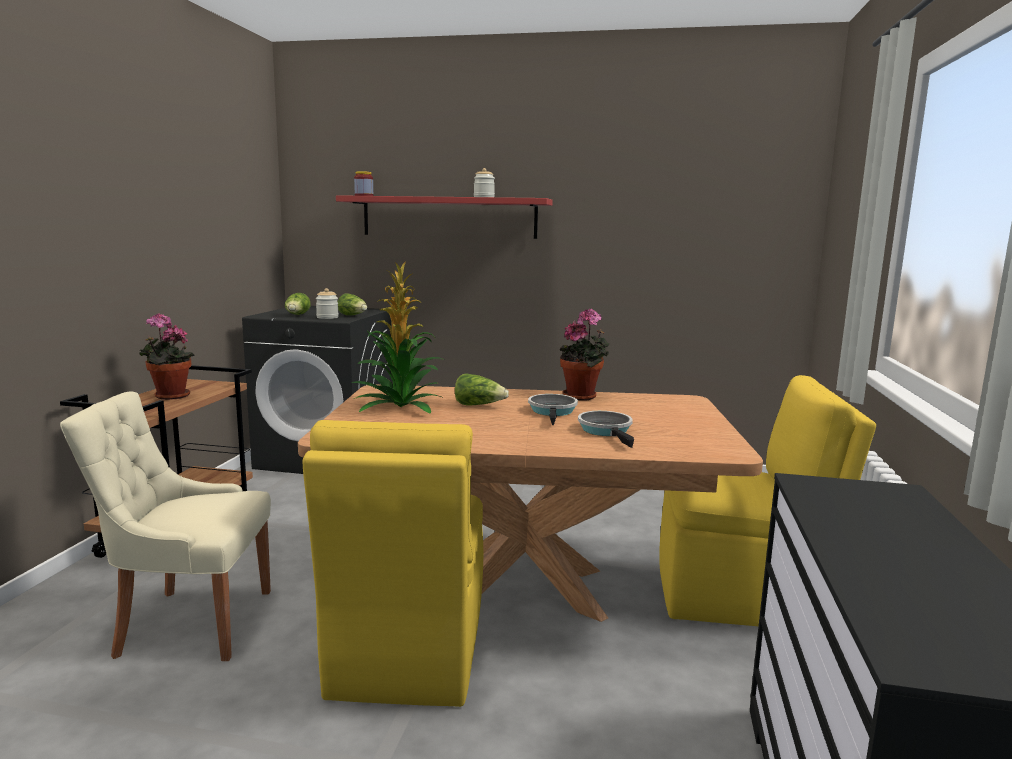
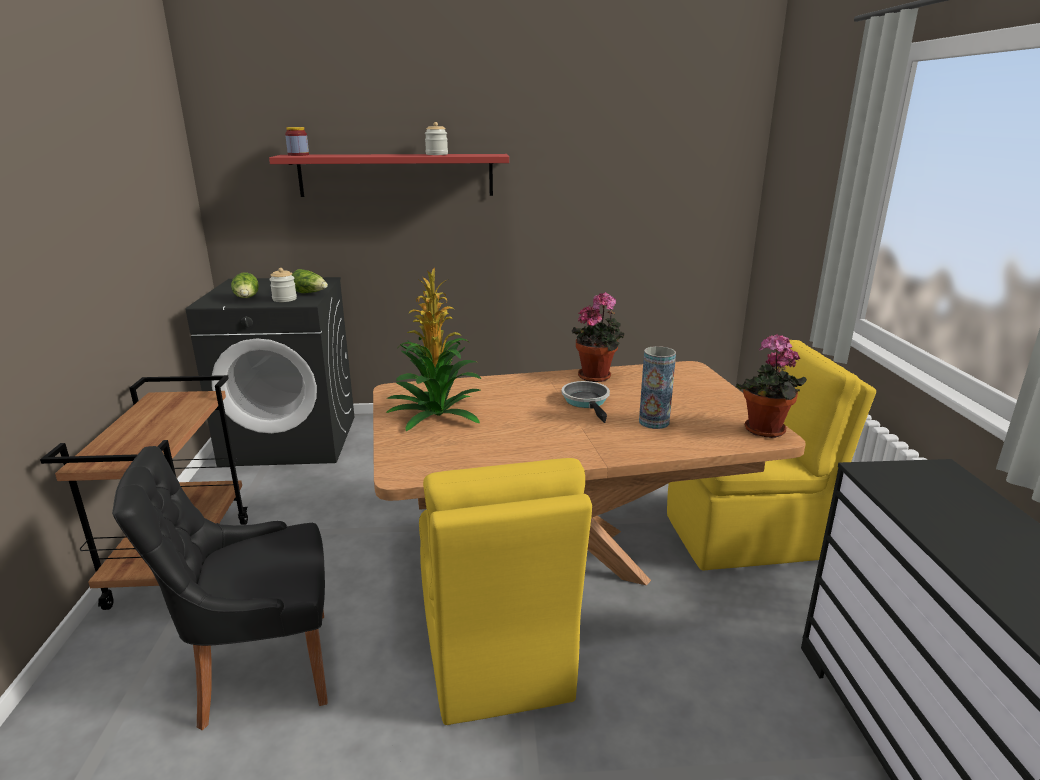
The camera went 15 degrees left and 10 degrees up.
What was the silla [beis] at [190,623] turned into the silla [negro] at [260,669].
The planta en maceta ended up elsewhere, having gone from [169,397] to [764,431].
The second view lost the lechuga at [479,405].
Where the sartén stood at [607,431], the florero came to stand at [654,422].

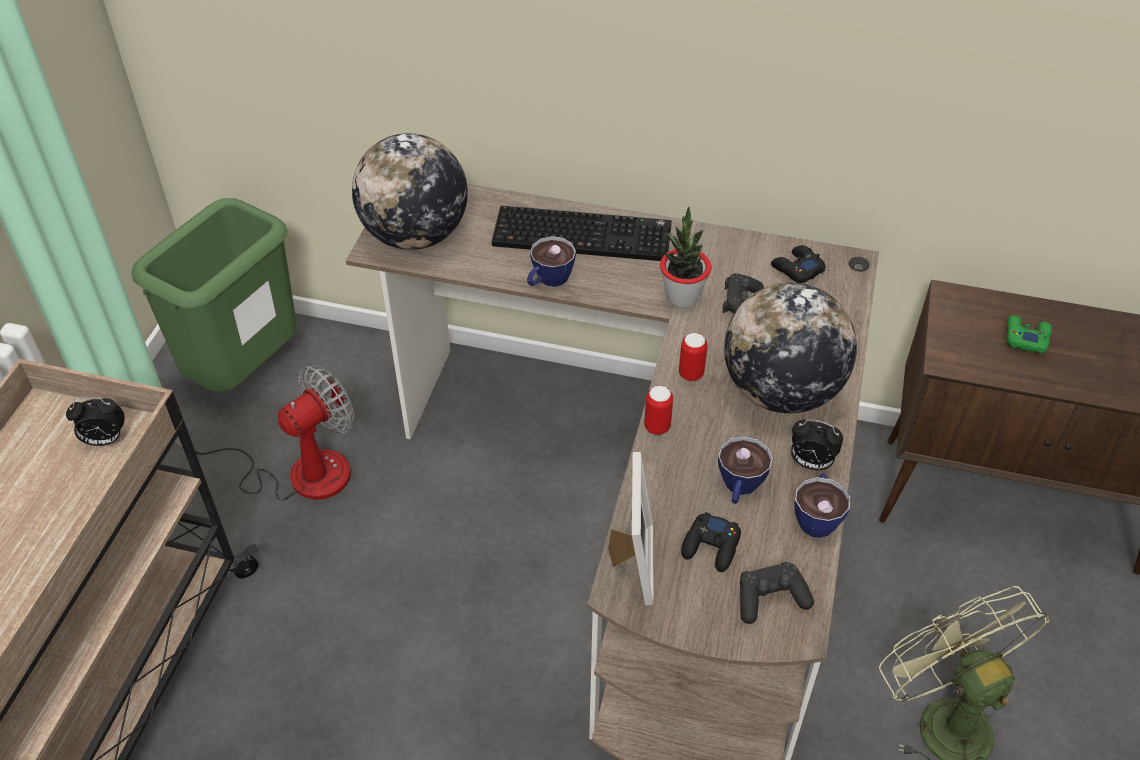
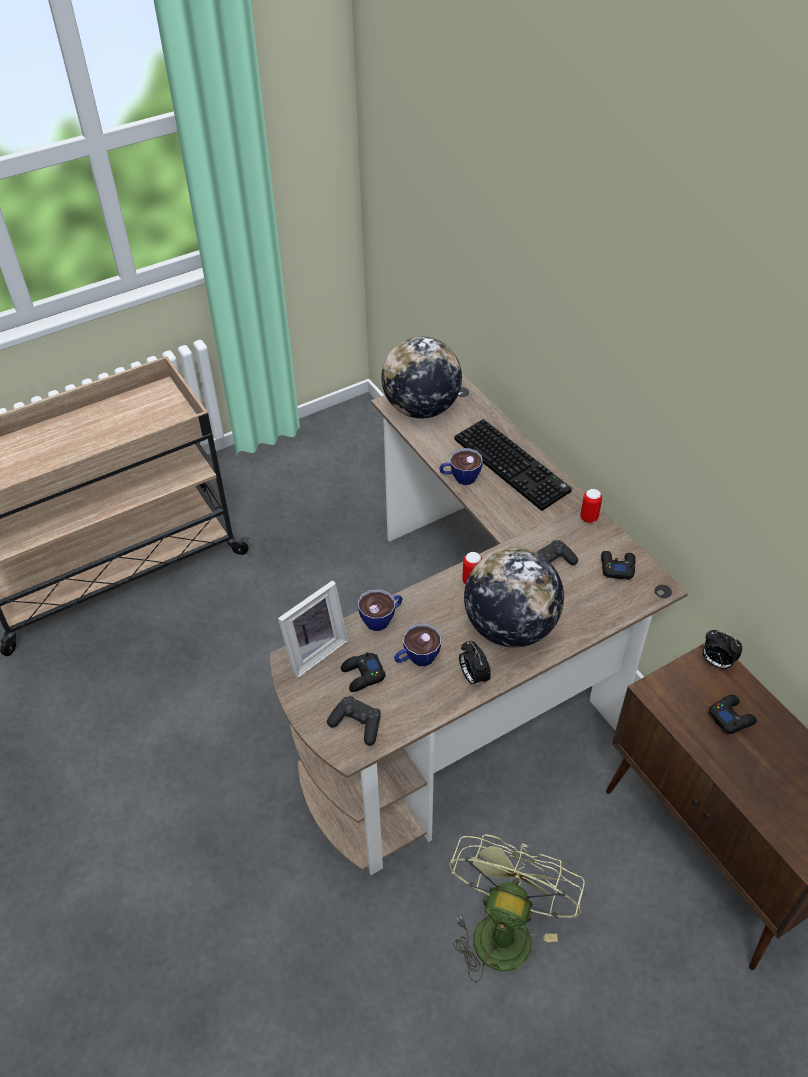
The camera went 45 degrees right and 0 degrees up.
The despertador ended up elsewhere, having gone from [105,440] to [716,662].
The second view lost the papelera [verde] at [246,372].
The second view lost the ventilador at [298,473].
The lata ended up elsewhere, having gone from [657,427] to [589,518].
The second view lost the planta en maceta at [682,297].
The taza ended up elsewhere, having gone from [816,516] to [382,618].
What was the mando de consola [verde] at [1025,338] turned into the mando de consola [negro] at [731,717].

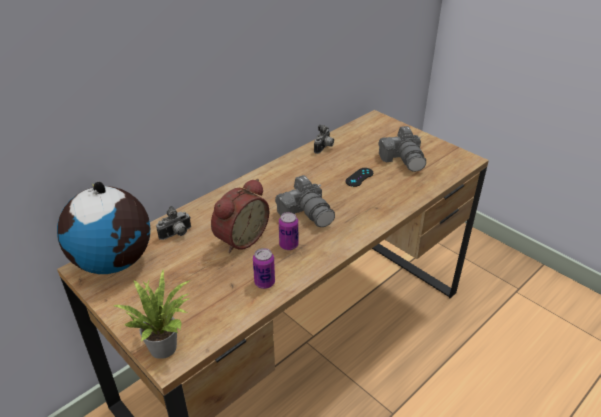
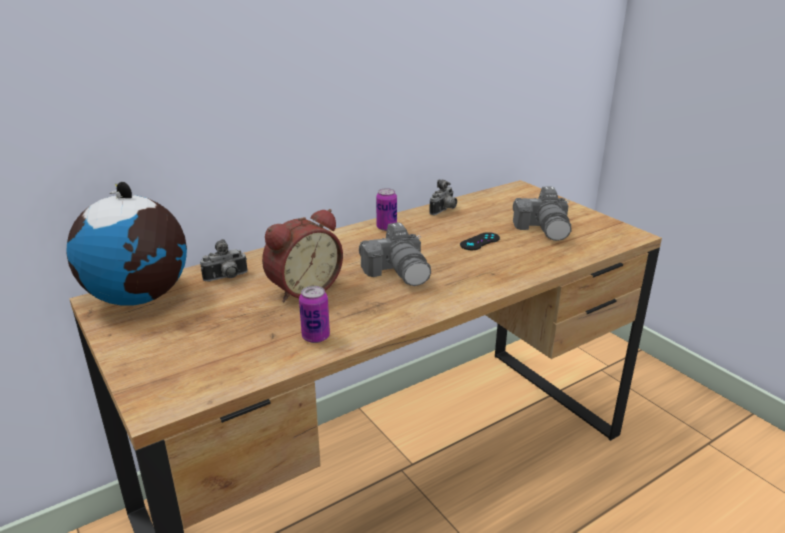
The camera went 10 degrees right and 10 degrees down.
The second view lost the planta en maceta at [165,345].
The lata ended up elsewhere, having gone from [288,245] to [386,227].

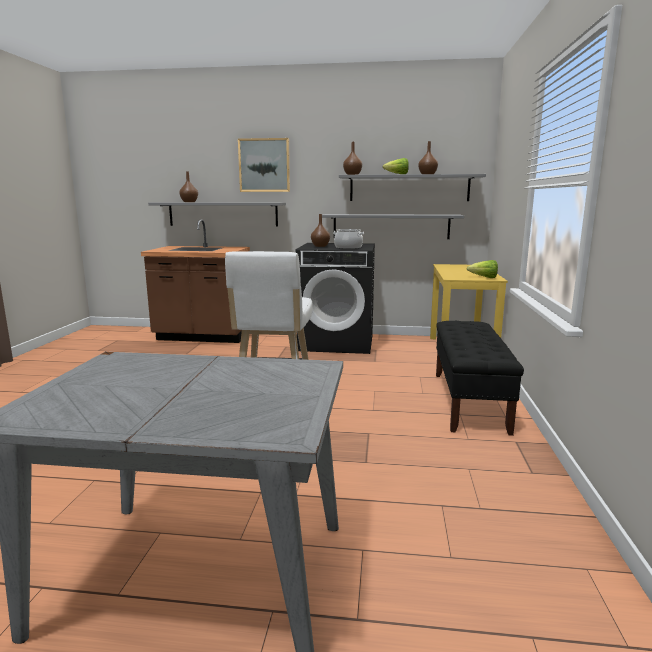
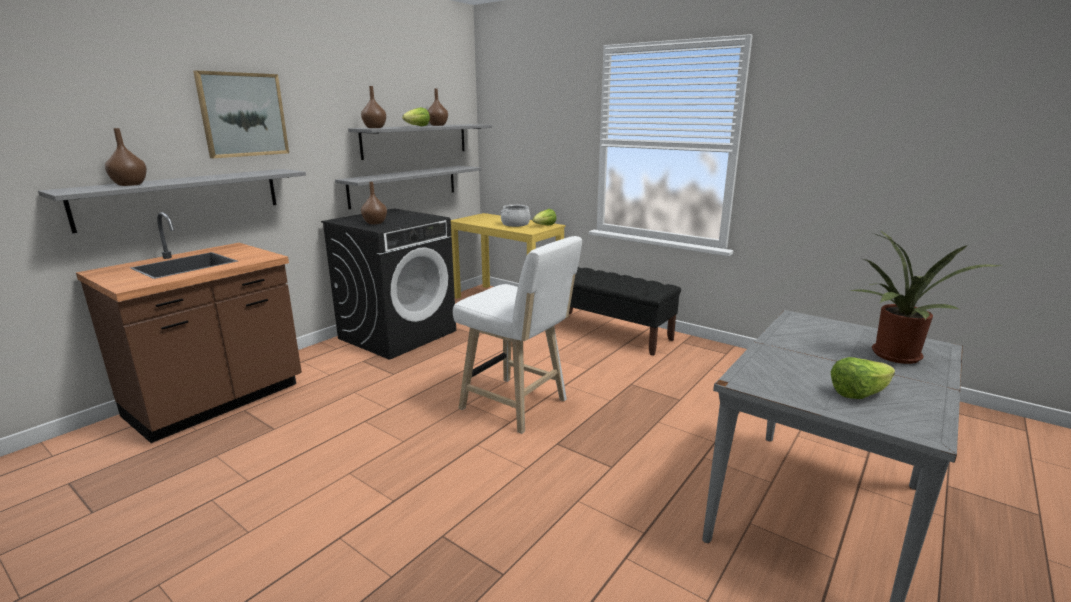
The camera went 60 degrees left and 5 degrees up.
The olla ended up elsewhere, having gone from [348,247] to [515,224].
The second view gained the lechuga at [858,393].
The second view gained the planta en maceta at [894,357].

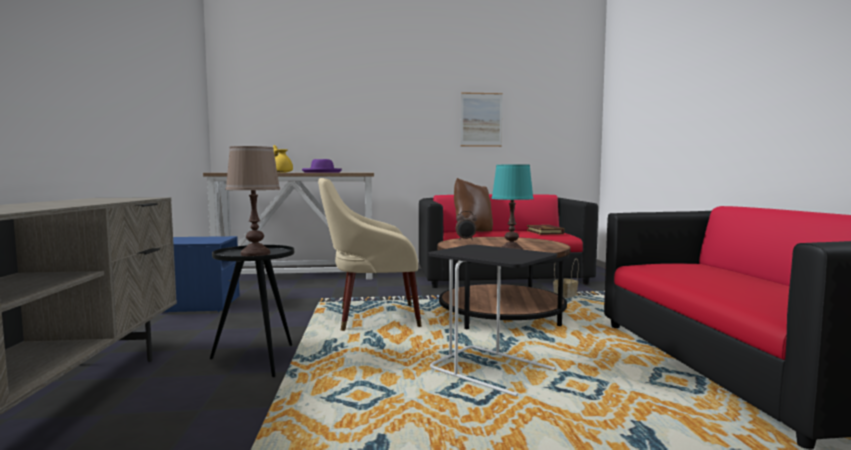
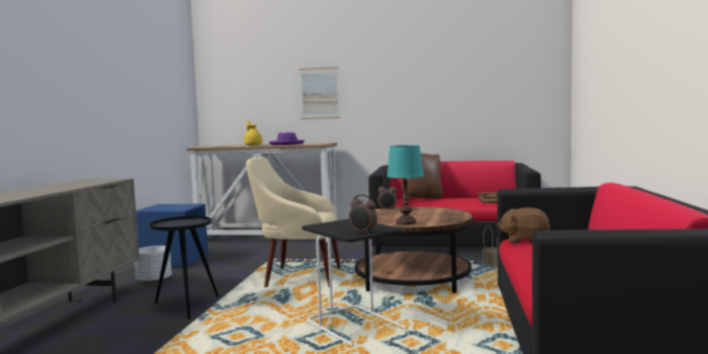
The camera went 15 degrees right and 0 degrees up.
The second view lost the lámpara de mesa [marrón] at [256,254].
The cuadro ended up elsewhere, having gone from [481,119] to [319,93].
The second view gained the maceta [blanco] at [154,281].
The second view gained the despertador at [363,233].
The second view gained the peluche [marrón] at [524,241].

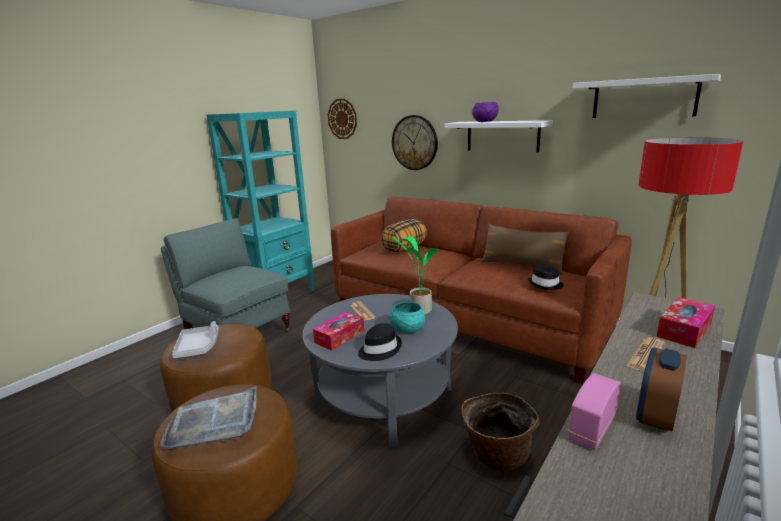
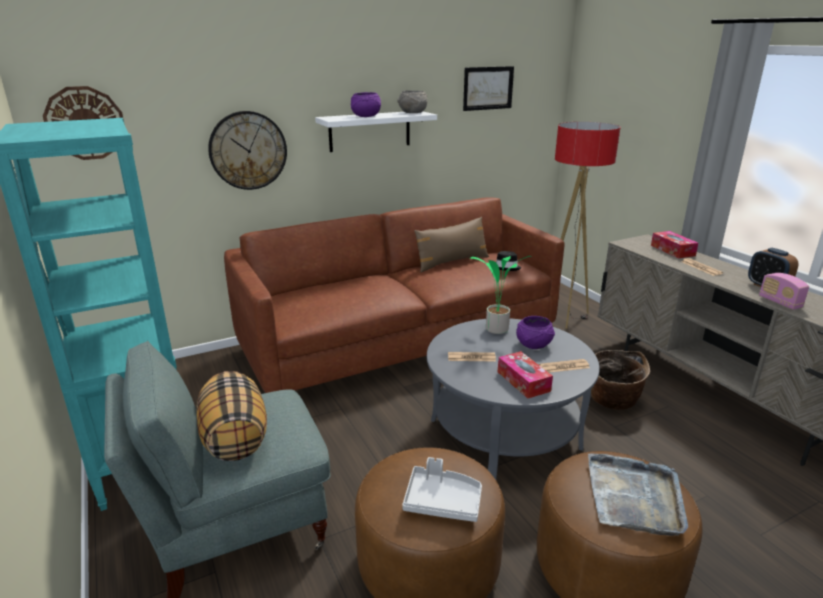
The camera went 65 degrees left and 5 degrees up.
Where the sombrero [negro] stood at [379,349], the periódico came to stand at [564,367].
The cojín ended up elsewhere, having gone from [404,249] to [234,438].
What was the cuenco [turquesa] at [407,330] turned into the cuenco [morado] at [533,345].
Where the estante [blanco] hung at [644,98], the cuadro came to hang at [488,88].
The second view gained the cuenco [gris] at [412,113].

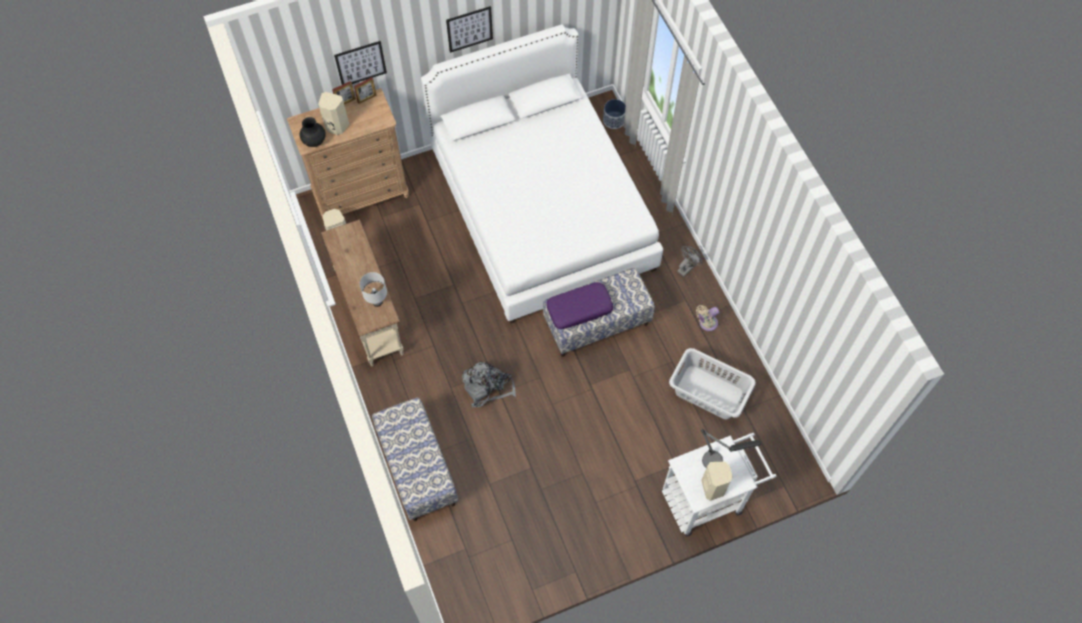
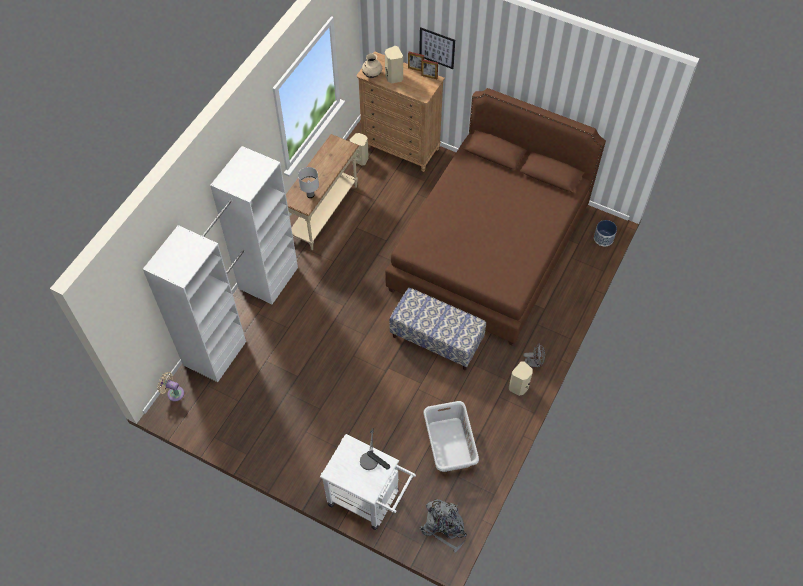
The camera went 50 degrees right and 5 degrees down.
What was the florero [negro] at [314,141] turned into the florero [beis] at [372,75].
Where the banco stood at [417,468], the armario ropero [blanco] came to stand at [242,314].
What was the cama [blanco] at [541,210] turned into the cama [marrón] at [489,248].
The second view lost the cuadro at [469,29].
The mochila [gris] ended up elsewhere, having gone from [487,387] to [444,526].
The second view lost the cojín [morado] at [579,308].
The ventilador [beis] ended up elsewhere, having gone from [706,324] to [174,393].
The altavoz [beis] ended up elsewhere, having gone from [713,487] to [519,387].

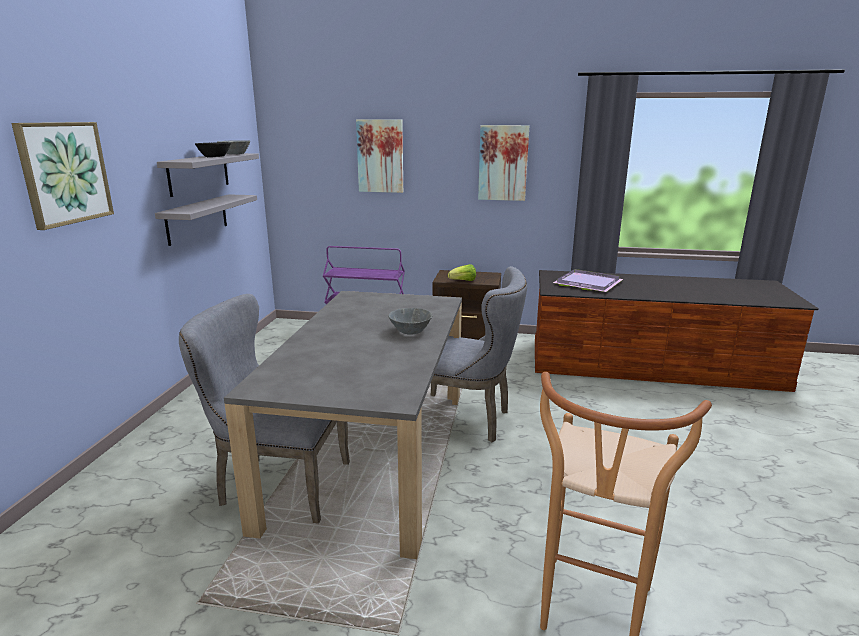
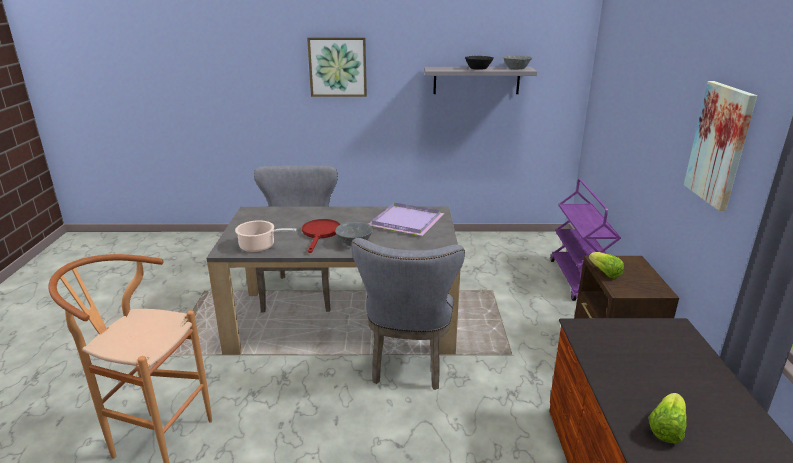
The camera went 80 degrees right and 5 degrees up.
The second view lost the estante [gris] at [197,218].
The second view lost the cuadro at [380,156].
The bandeja [morado] ended up elsewhere, having gone from [586,283] to [406,221].
The second view gained the olla at [259,246].
The second view gained the sartén [rojo] at [320,234].
The second view gained the lechuga at [666,428].

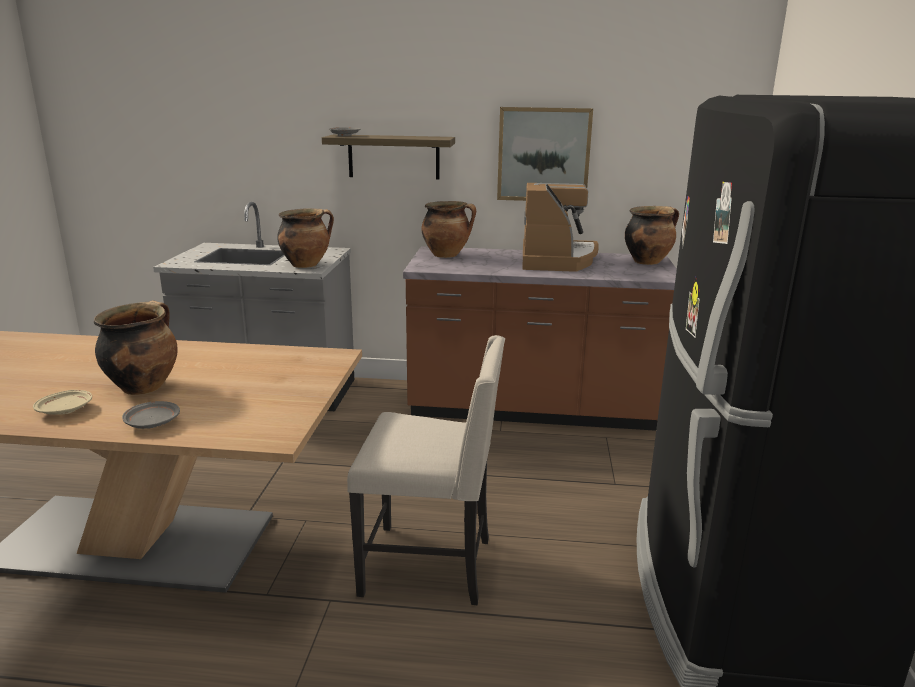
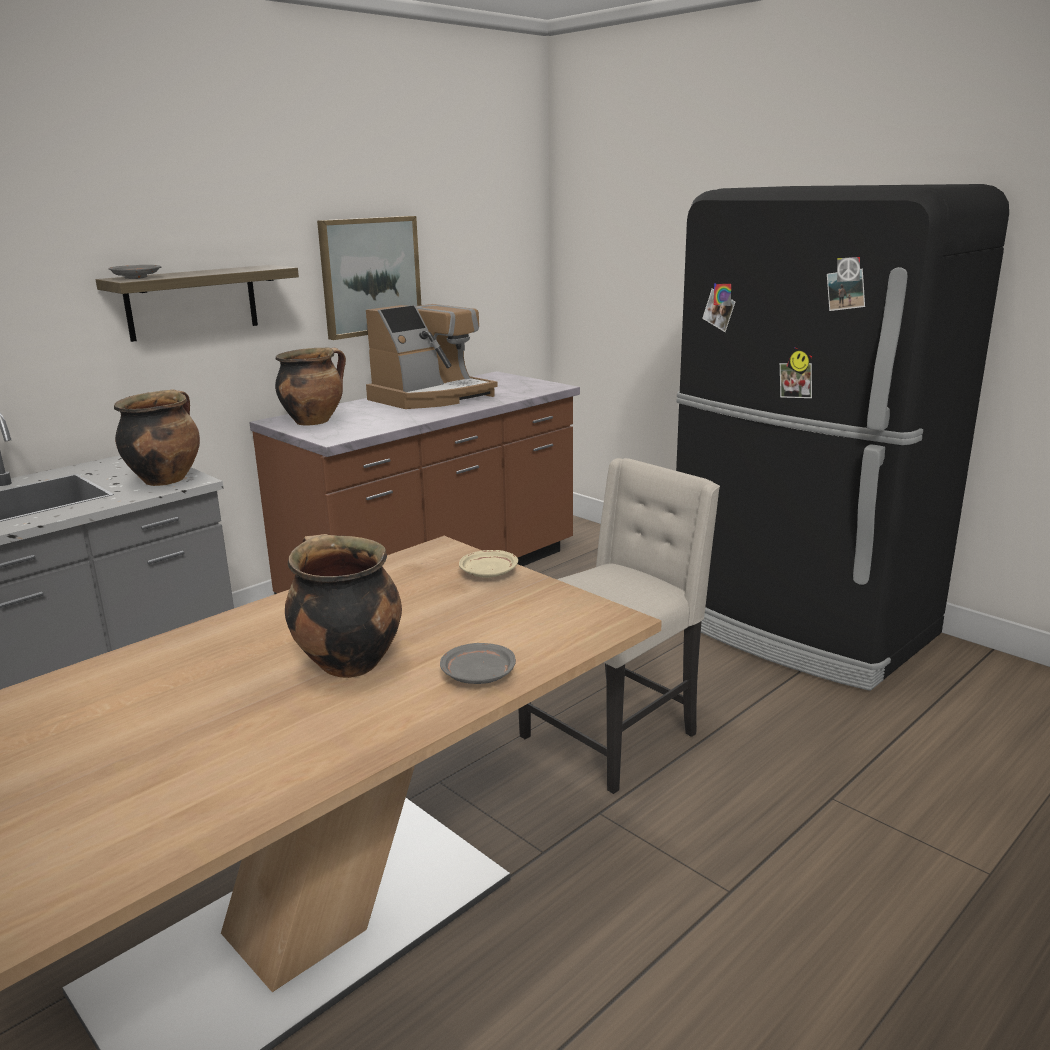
The camera went 50 degrees left and 0 degrees up.
The plato [beis] ended up elsewhere, having gone from [66,410] to [488,573].
The cafetera at [557,260] ended up facing another way, 90 degrees clockwise from before.
The second view lost the olla at [647,261].

